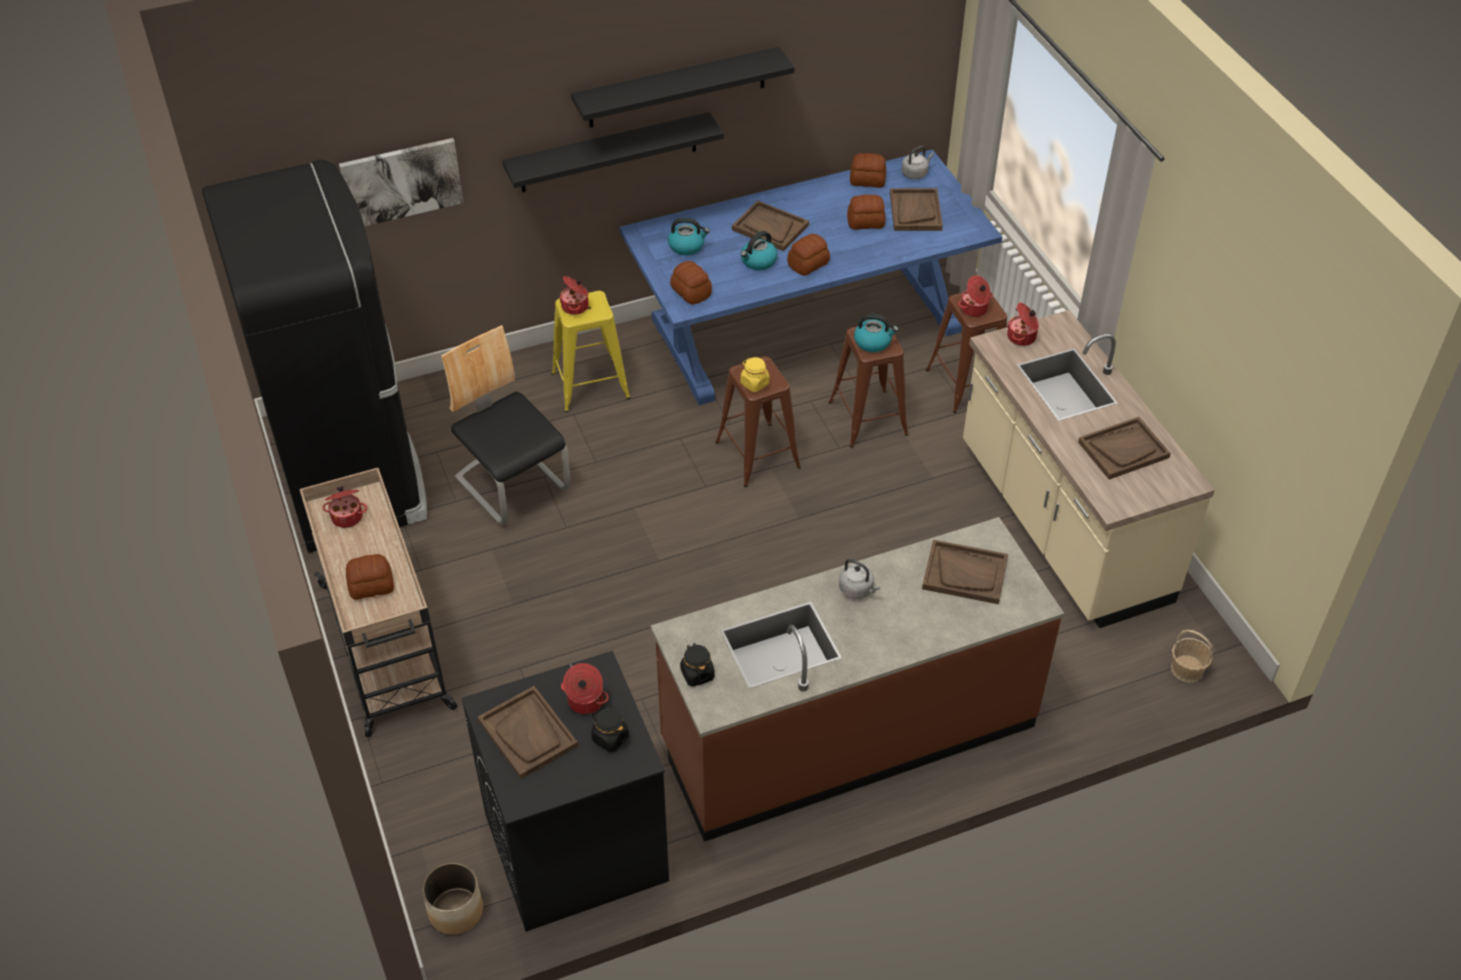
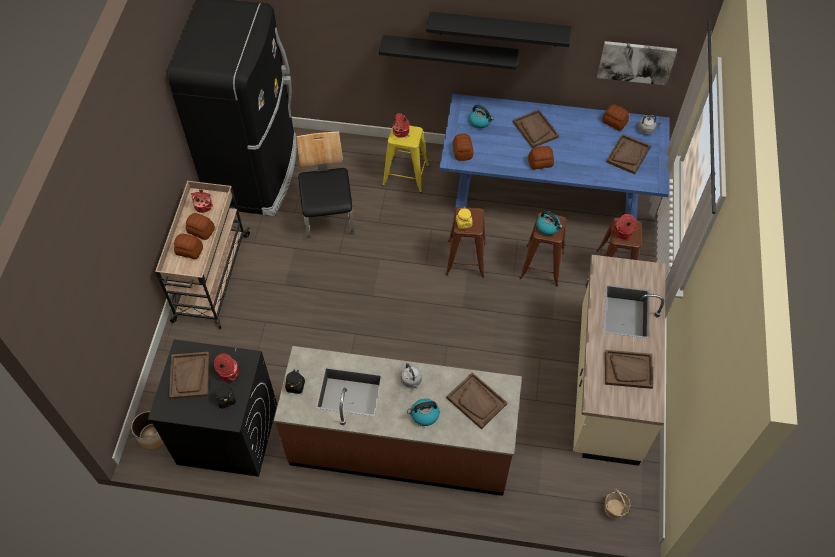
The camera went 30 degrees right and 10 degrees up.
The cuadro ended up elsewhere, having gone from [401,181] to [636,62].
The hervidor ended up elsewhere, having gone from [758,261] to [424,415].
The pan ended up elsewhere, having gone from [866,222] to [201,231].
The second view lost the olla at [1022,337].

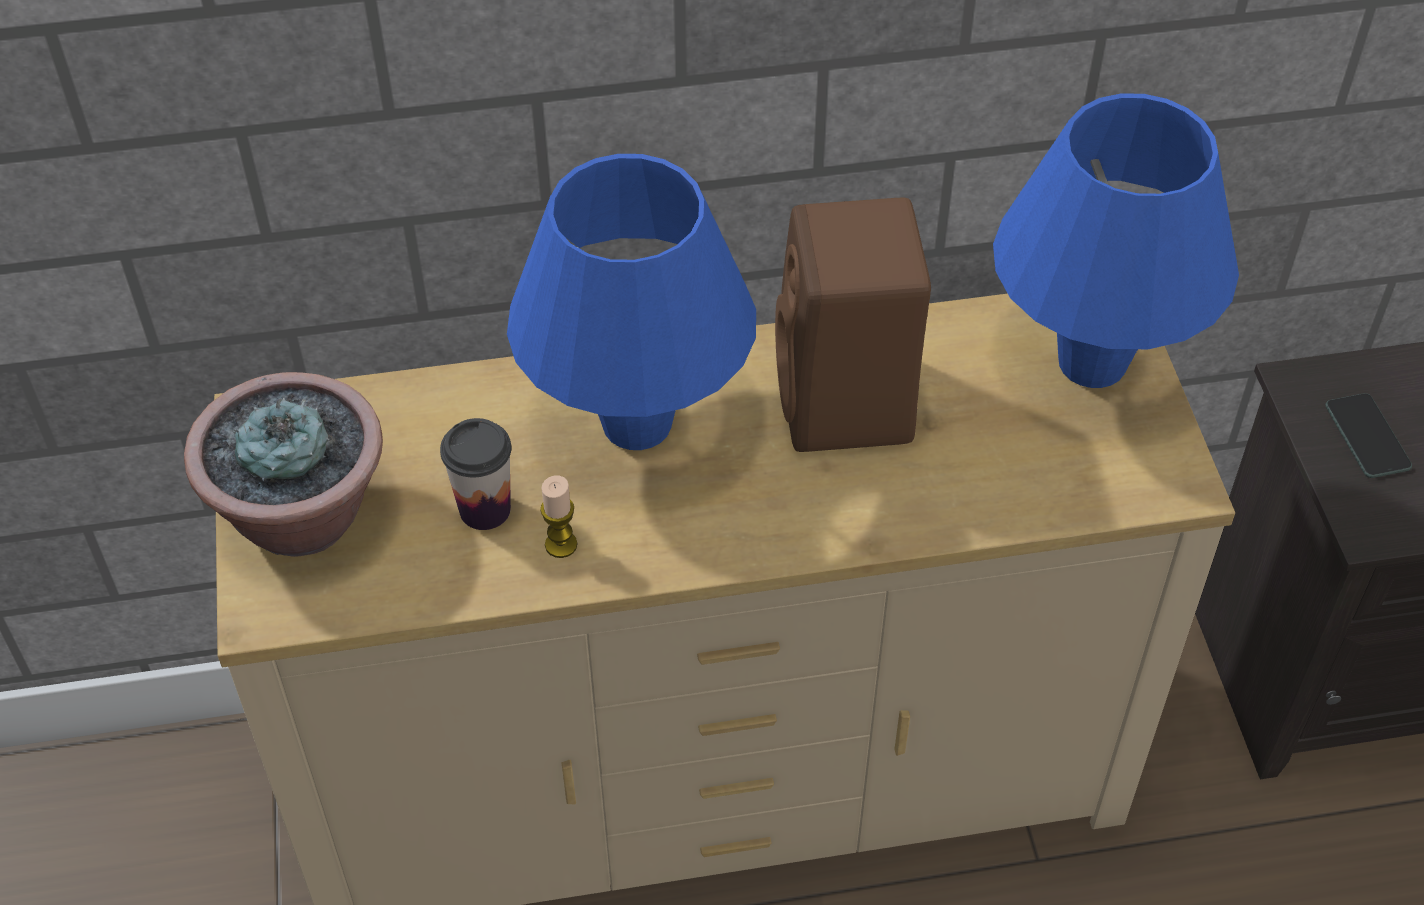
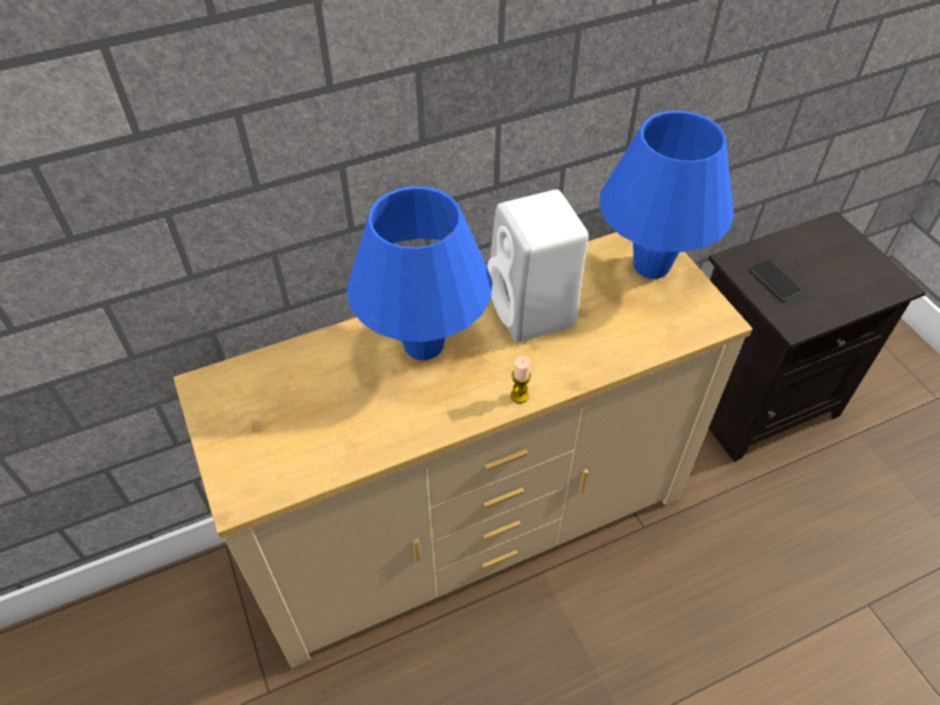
The camera went 15 degrees left and 0 degrees up.
The second view lost the planta en maceta at [302,516].
The second view lost the taza at [485,509].
The vela ended up elsewhere, having gone from [561,545] to [519,395].
What was the altavoz [marrón] at [847,405] turned into the altavoz [blanco] at [534,312].

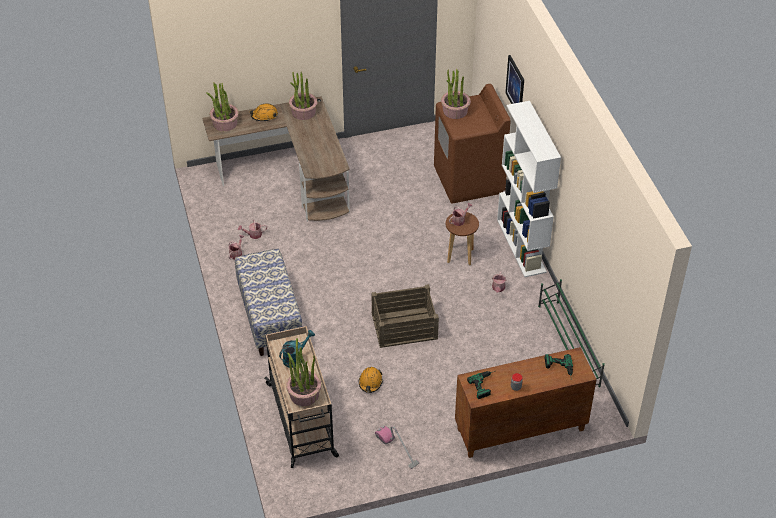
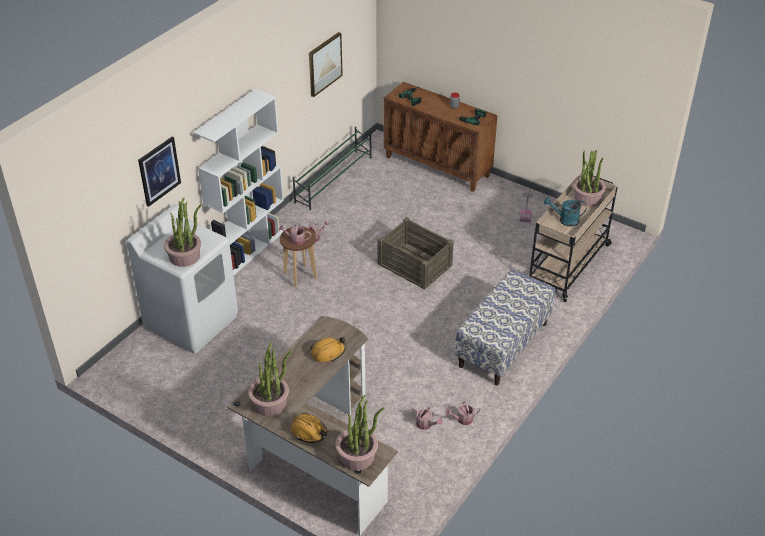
The camera went 130 degrees left and 5 degrees down.
The casco [naranja] ended up elsewhere, having gone from [370,382] to [328,352].
What was the lavadora [marrón] at [469,180] turned into the lavadora [blanco] at [192,321].
The second view gained the cuadro at [324,64].

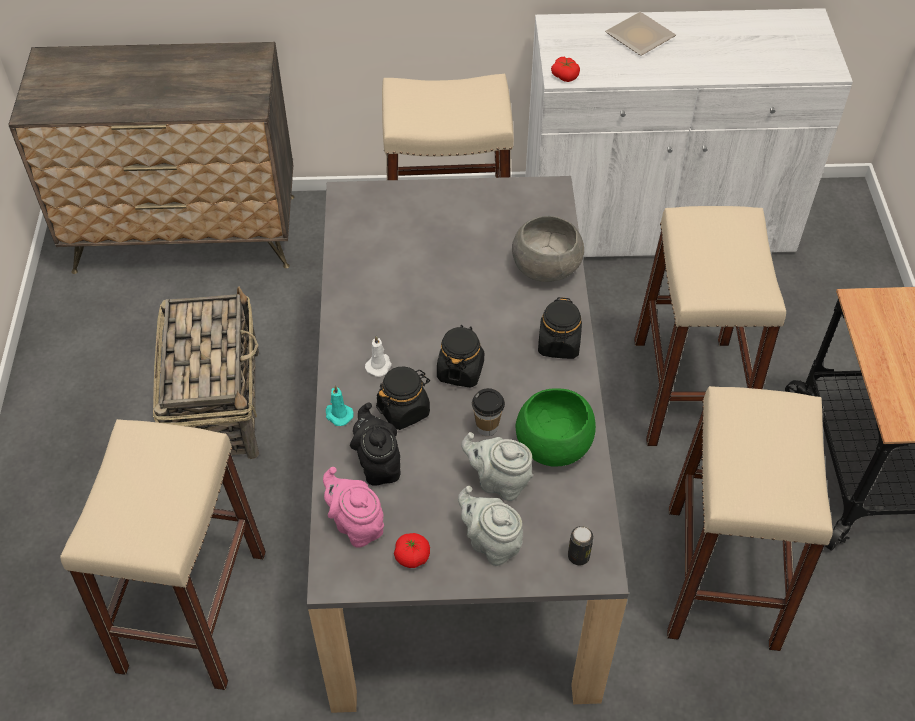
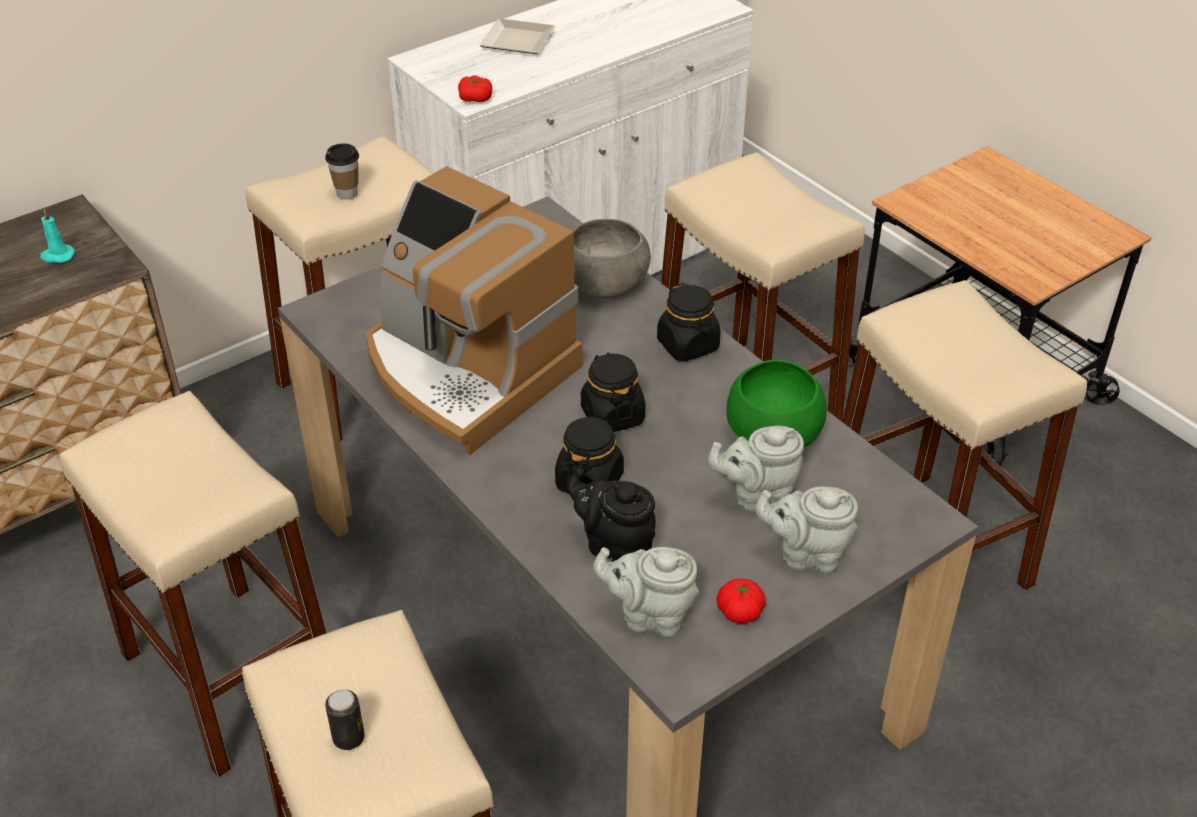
The camera went 35 degrees left and 10 degrees down.
Where the cesta stood at [217,403], the taburete [beis] came to stand at [231,675].
What was the tetera [rosa] at [356,525] turned into the tetera [gris] at [650,616].
The vela [turquesa] ended up elsewhere, having gone from [338,414] to [57,256].
The second view lost the vela [blanco] at [379,365].
The taza ended up elsewhere, having gone from [487,427] to [347,193].
The lata ended up elsewhere, having gone from [578,556] to [348,738].
The second view gained the cafetera at [466,371].

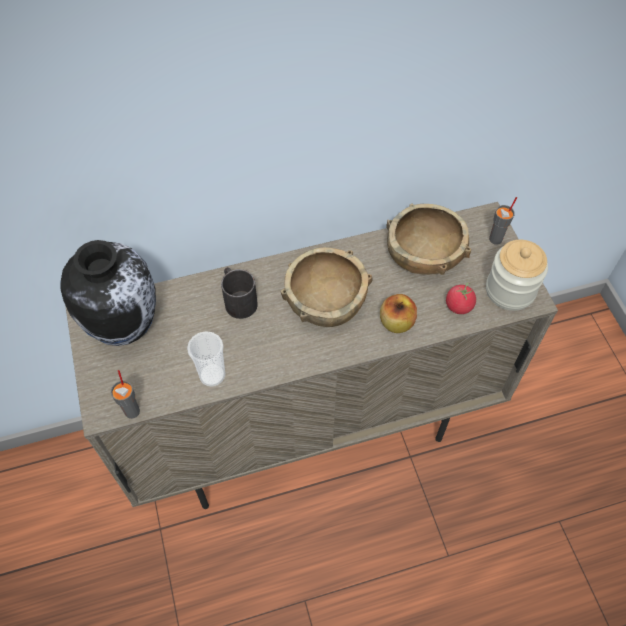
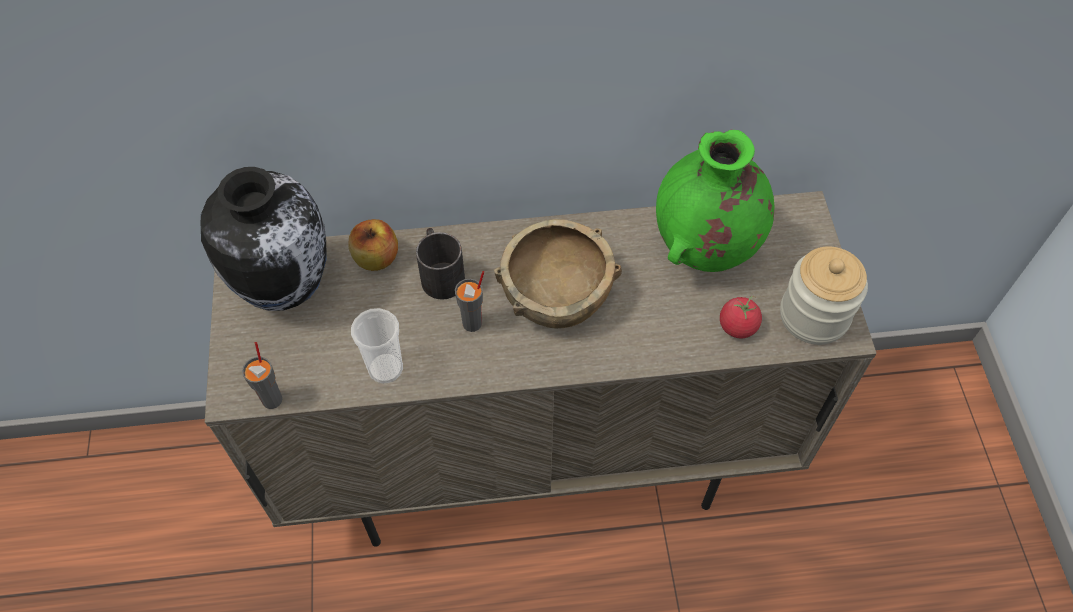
The camera went 10 degrees right and 0 degrees up.
The manzana ended up elsewhere, having gone from [396,322] to [376,258].
Where the cuenco [marrón] stood at [424,255], the florero [verde] came to stand at [704,250].
The taza [gris] ended up elsewhere, having gone from [496,239] to [473,323].

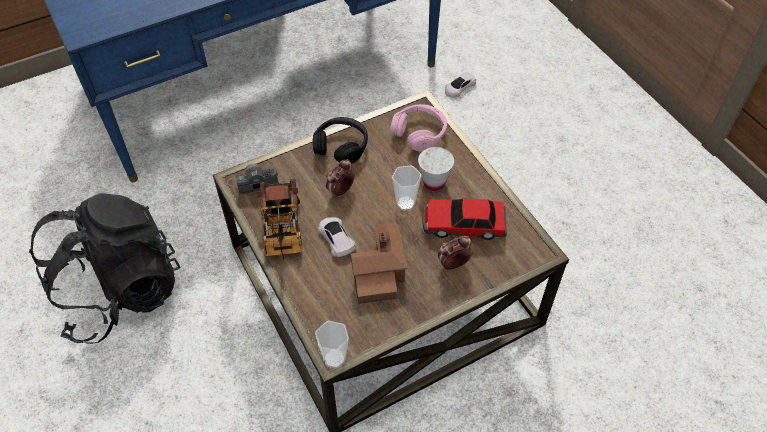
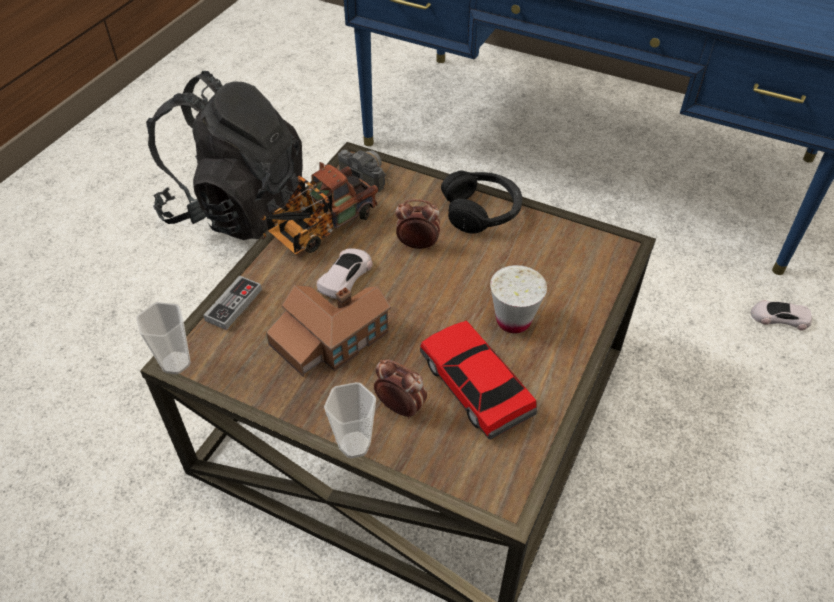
The camera went 55 degrees right and 5 degrees down.
The second view lost the auriculares [rosa] at [419,132].
The taza ended up elsewhere, having gone from [405,203] to [354,444].
The second view gained the mando de consola at [233,305].

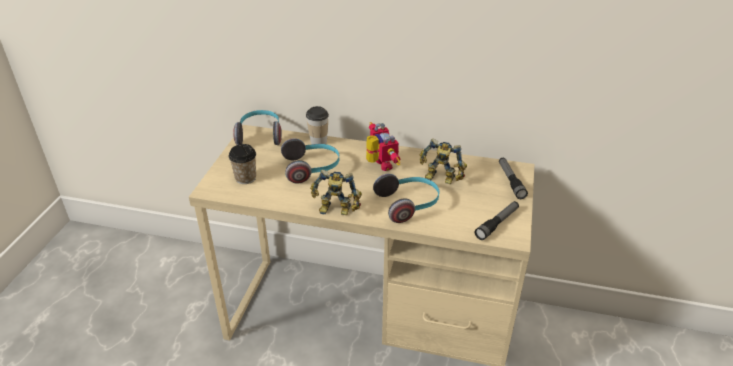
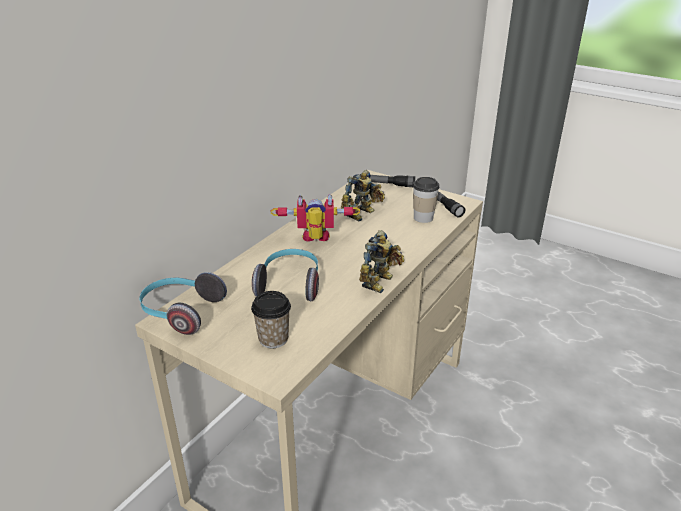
The camera went 70 degrees left and 5 degrees down.
The taza ended up elsewhere, having gone from [318,141] to [423,218].
The second view lost the auriculares at [408,205].

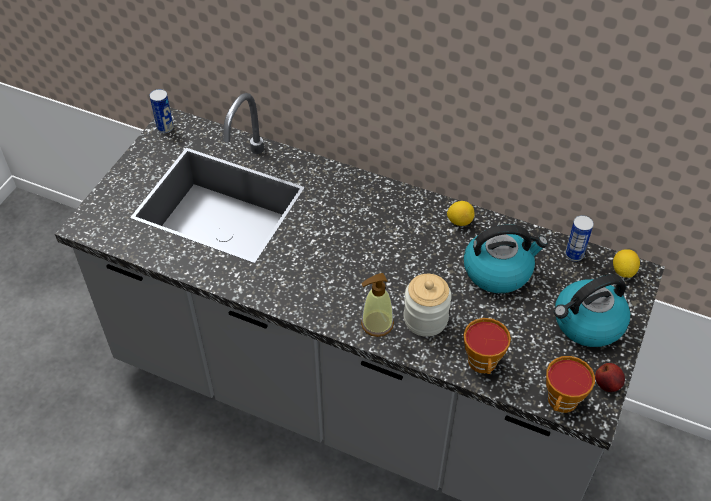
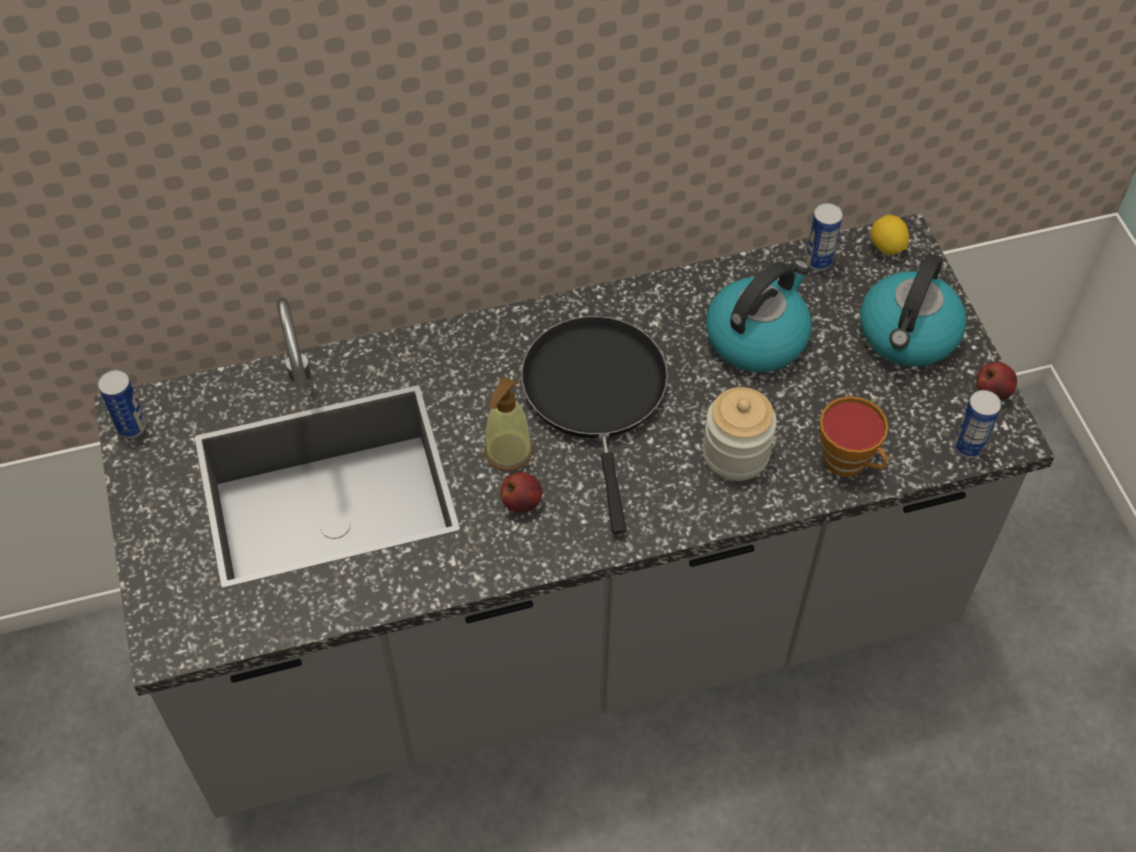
The camera went 40 degrees left and 5 degrees up.
The dispensador de jabón ended up elsewhere, having gone from [377,324] to [508,452].
The second view lost the limón at [459,221].
Where the taza stood at [561,403], the lata came to stand at [968,447].
The second view gained the manzana at [522,502].
The second view gained the sartén [negro] at [596,395].

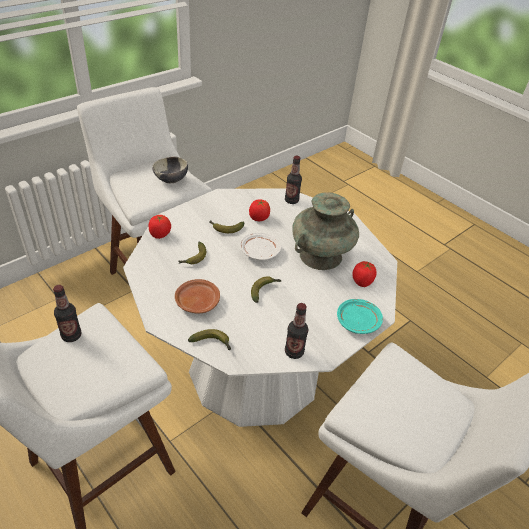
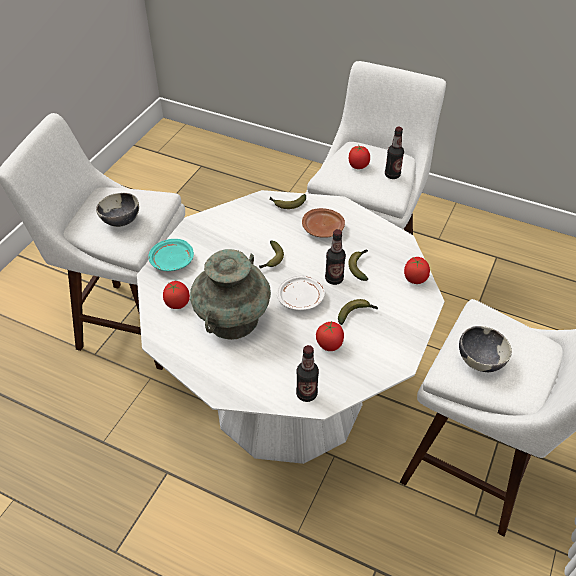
The camera went 160 degrees right and 5 degrees up.
The botella ended up elsewhere, having gone from [294,352] to [334,279].
The second view gained the cuenco at [121,221].
The second view gained the tomate at [358,166].

